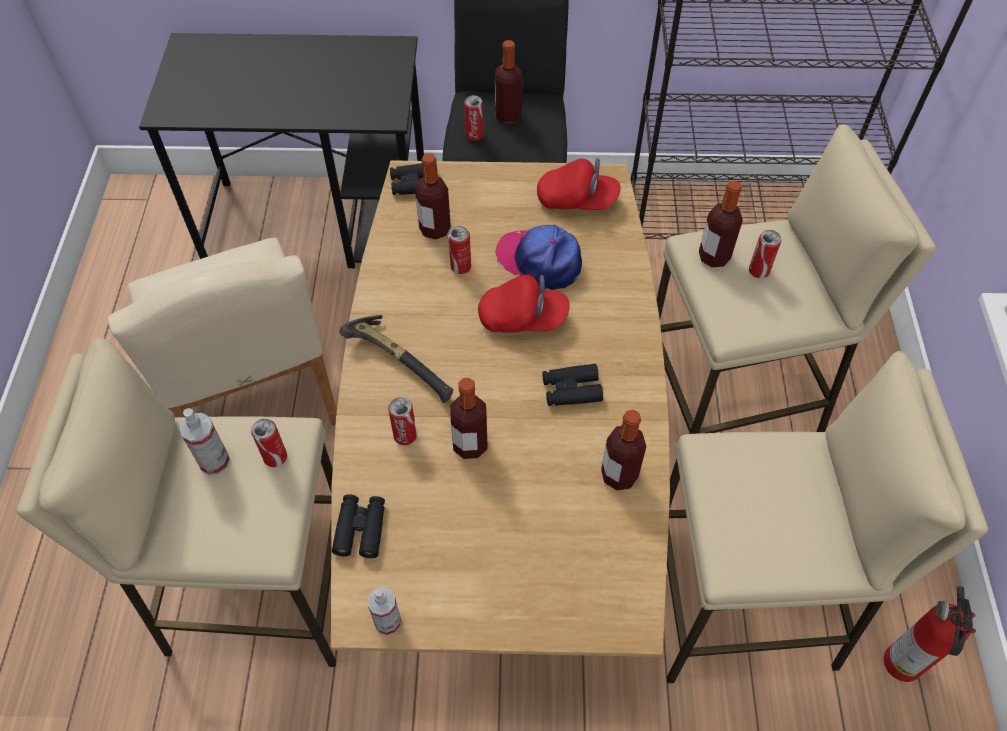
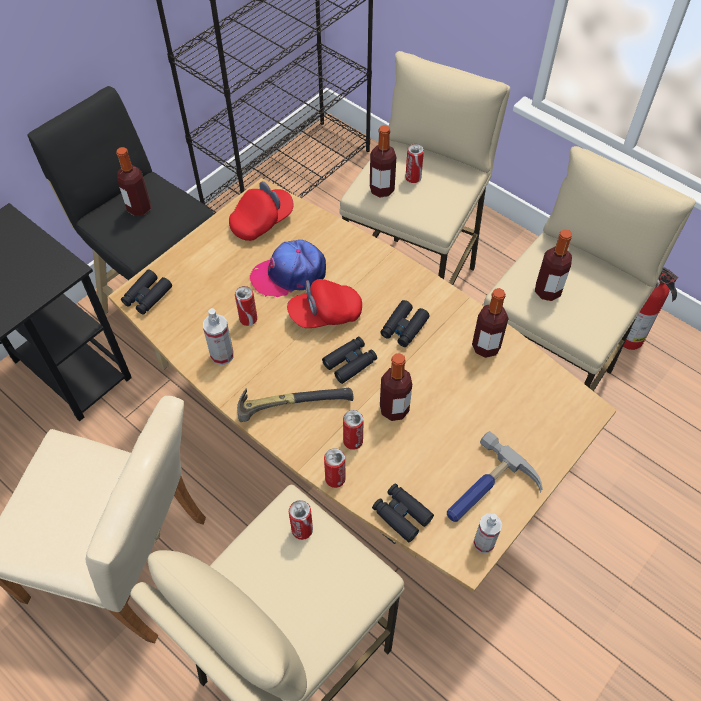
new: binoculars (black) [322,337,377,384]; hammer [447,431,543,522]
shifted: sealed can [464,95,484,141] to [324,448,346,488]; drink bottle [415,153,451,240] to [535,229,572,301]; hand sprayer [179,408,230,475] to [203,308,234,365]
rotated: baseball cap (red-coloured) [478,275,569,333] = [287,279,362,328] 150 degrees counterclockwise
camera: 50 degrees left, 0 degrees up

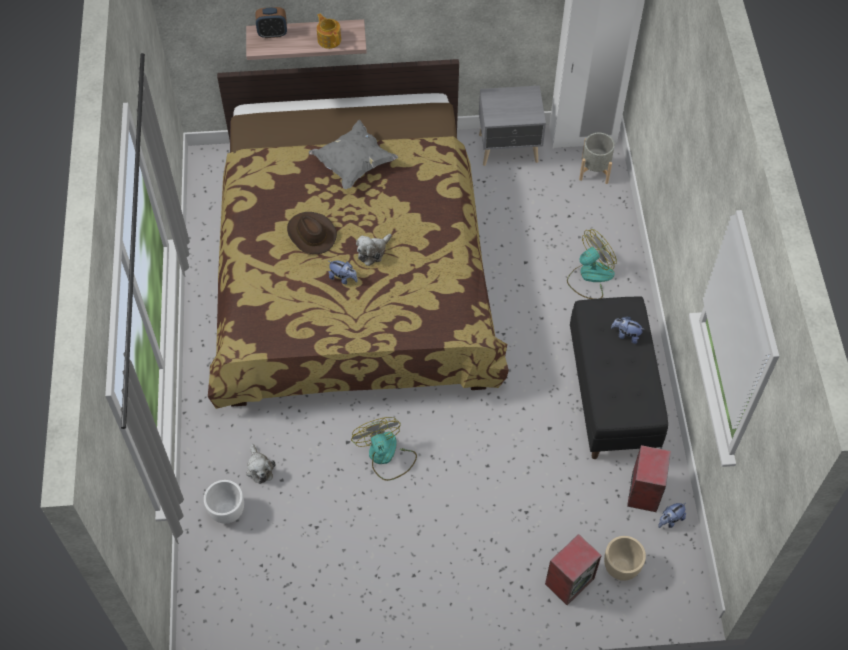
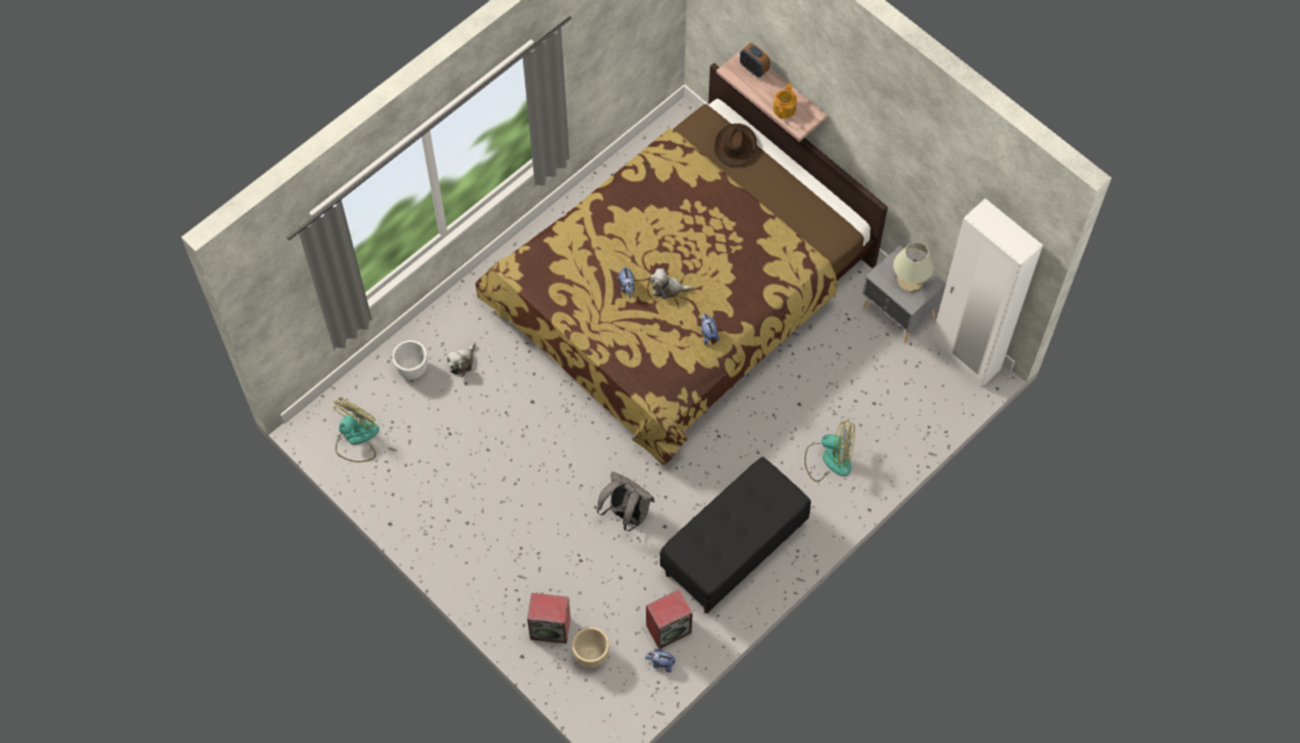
gone: throw pillow (greyish) [309,120,398,189]; plant pot (greyish) [579,133,615,184]
new: lamp for a table (beige) [893,242,934,291]; backpack (greyish) [597,472,655,531]
shifted: wearable hat (brown) [287,212,337,254] to [714,123,757,167]; cuddly toy [611,316,645,344] to [701,314,720,345]; cooling fan [351,417,417,481] to [333,398,379,462]
camera: 50 degrees right, 5 degrees up

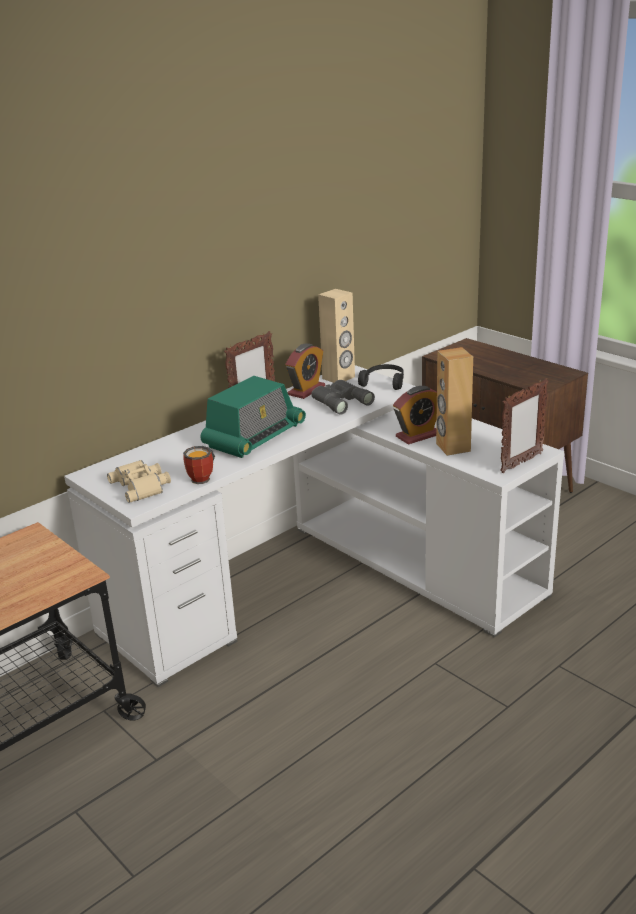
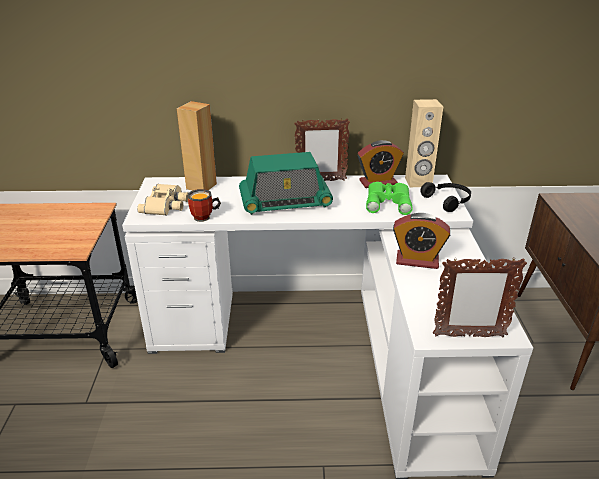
shifted: speaker (brown) [436,347,473,456] to [177,101,217,191]
repainted: binoculars (greyish) [311,380,375,415] to binoculars (green) [366,182,412,215]
camera: 40 degrees right, 5 degrees up

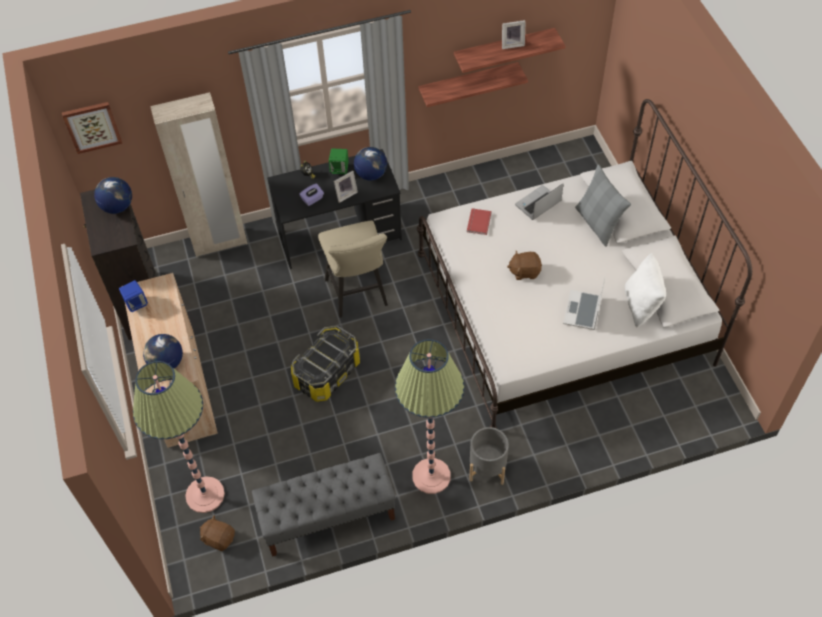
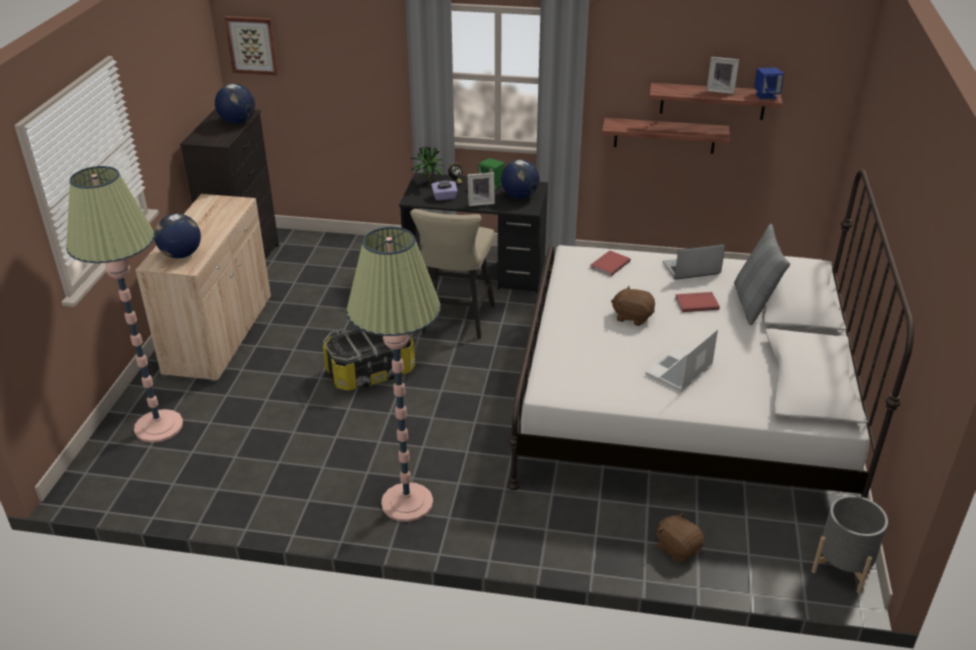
gone: wardrobe (beige) [150,92,248,257]; throw pillow (white) [625,253,666,327]; long seat (greyish) [252,453,396,557]
new: potted plant [411,146,444,183]; volume (red-coloured) [675,292,720,312]
shifted: speaker (blue) [119,280,148,312] to [754,68,784,99]; plant pot (greyish) [469,427,509,485] to [812,495,888,593]; cuddly toy (brown) [200,515,235,551] to [657,512,704,562]
camera: 25 degrees right, 20 degrees down

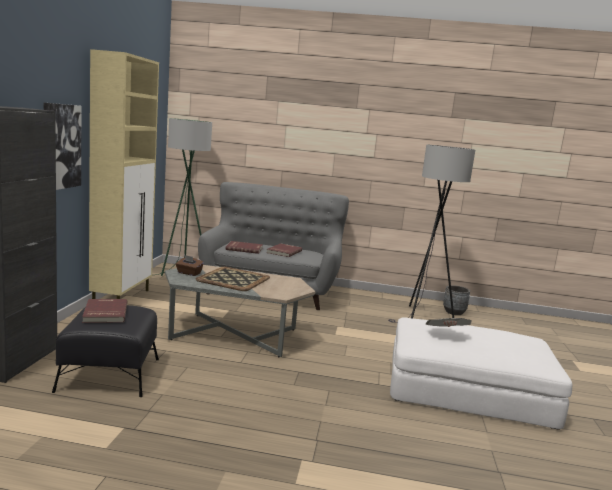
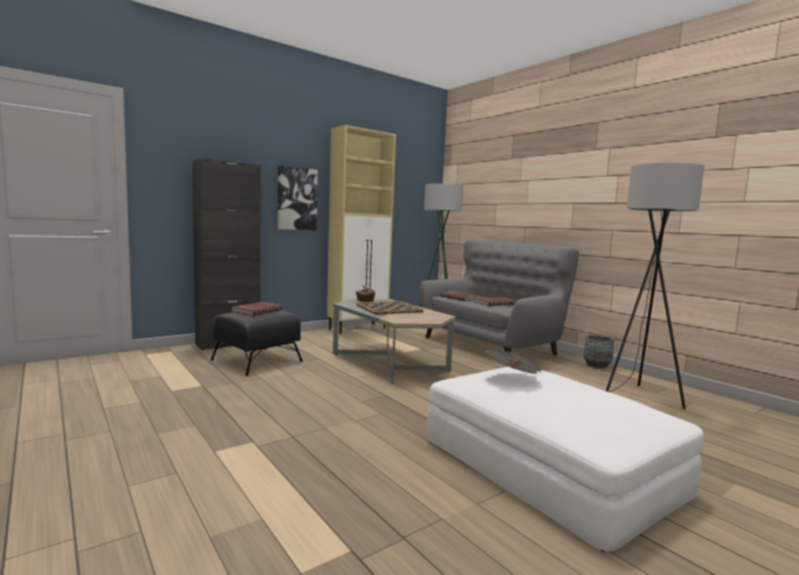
shifted: plant pot (greyish) [443,285,470,315] to [584,335,615,368]
camera: 45 degrees right, 5 degrees down

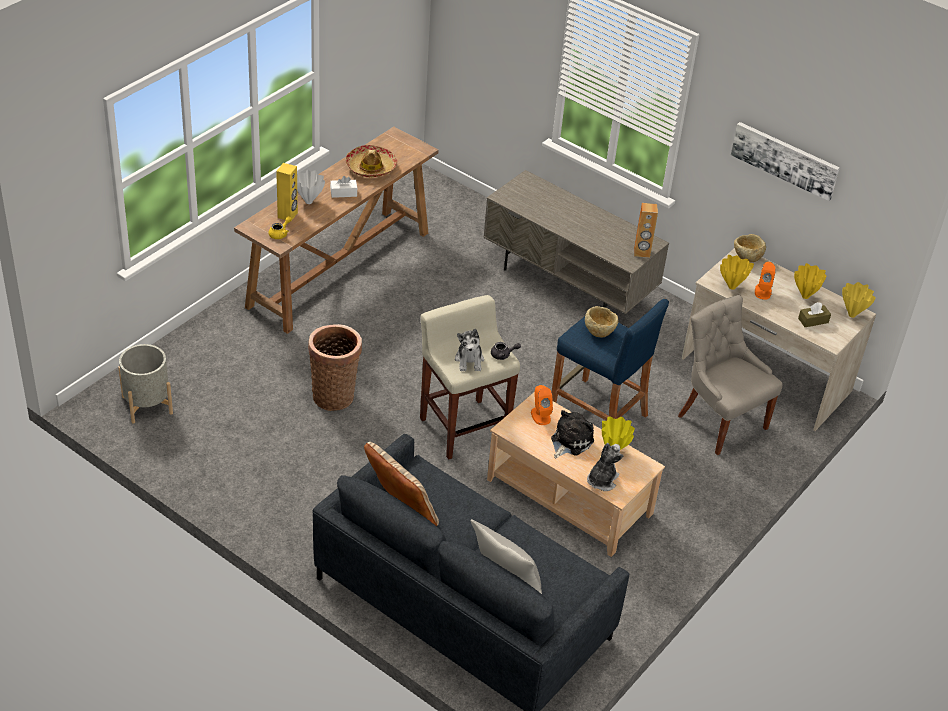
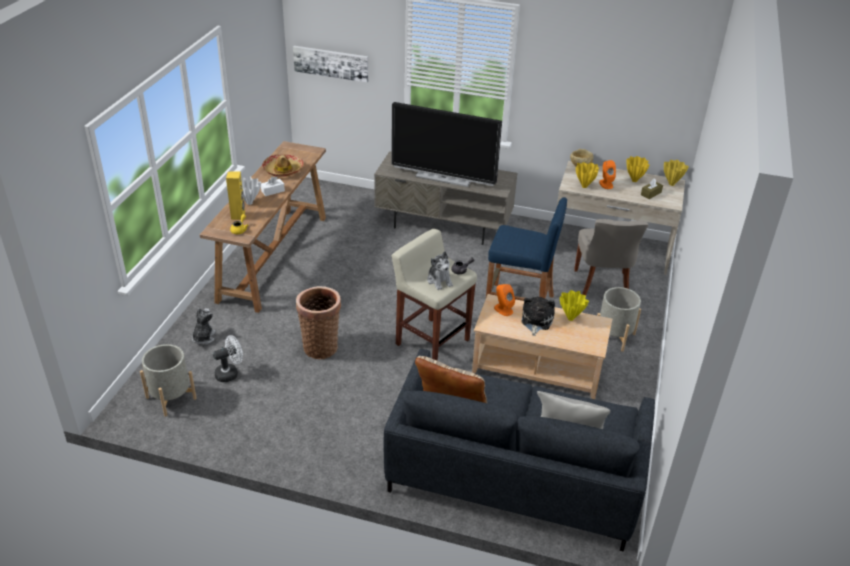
gone: speaker (brown) [634,203,658,258]; serving bowl (beige) [585,306,618,338]
new: TV set [391,102,502,187]; plant pot (greyish) [597,287,641,352]; cooling fan (white) [213,335,243,382]
shifted: picture [731,122,840,201] to [293,46,368,83]; cuddly toy [587,443,624,491] to [192,308,216,344]
rotated: chair (greyish) [678,295,783,455] = [574,219,648,295] 120 degrees counterclockwise
camera: 20 degrees left, 5 degrees down

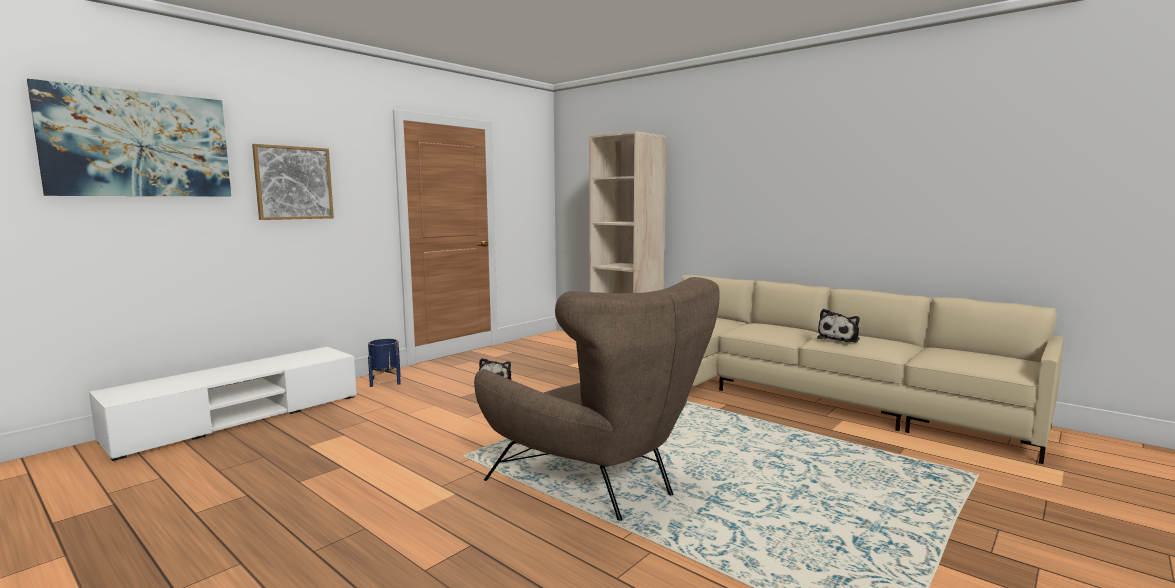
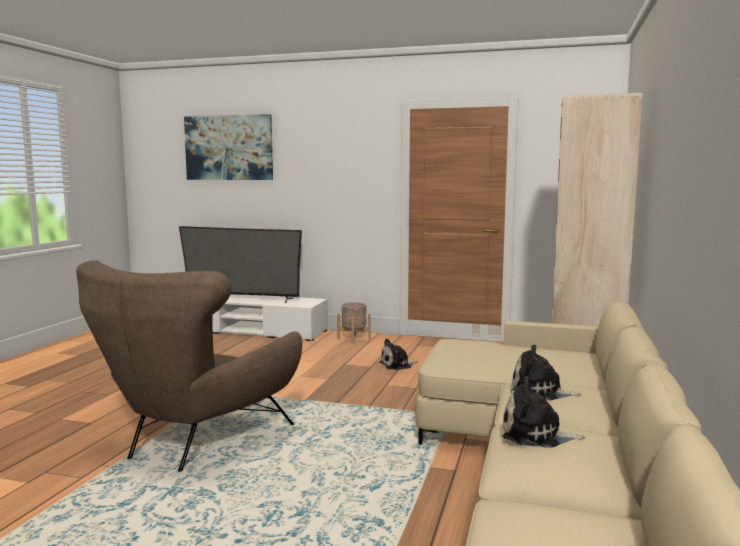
gone: picture [252,144,334,220]
new: TV set [179,226,302,303]; cuddly toy [511,345,582,400]
repainted: plant pot (blue) [368,339,401,387] to plant pot (beige) [337,302,371,344]
camera: 65 degrees right, 0 degrees up

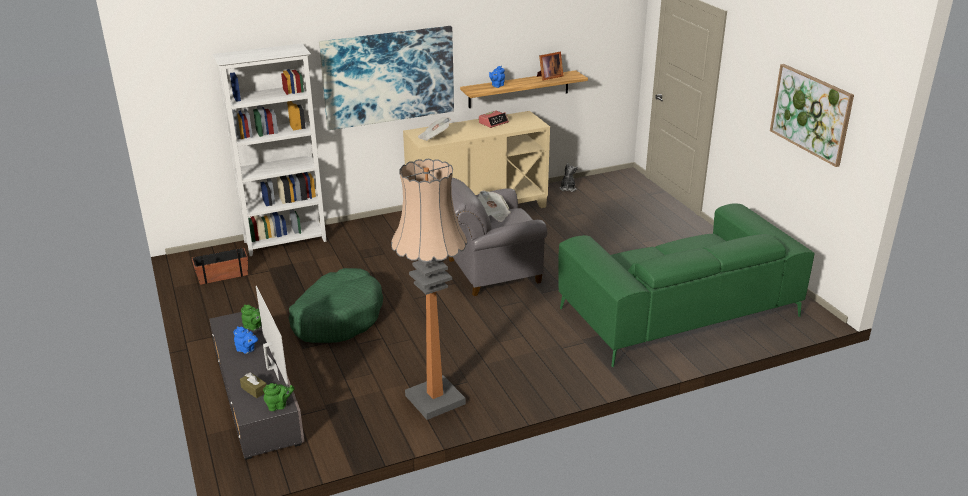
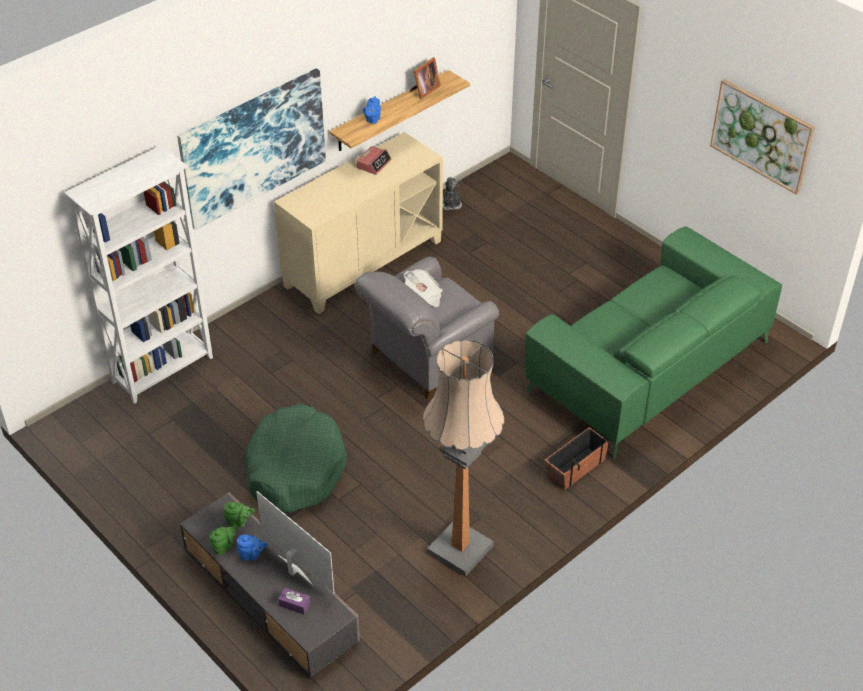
gone: daily paper [418,117,451,141]
shifted: plant pot [192,248,248,285] to [544,427,610,490]; tea pot (green) [263,383,294,411] to [209,525,238,555]
repainted: tissue box (brown) [240,373,267,398] to tissue box (purple-coloured) [278,588,311,614]
camera: 20 degrees left, 15 degrees up

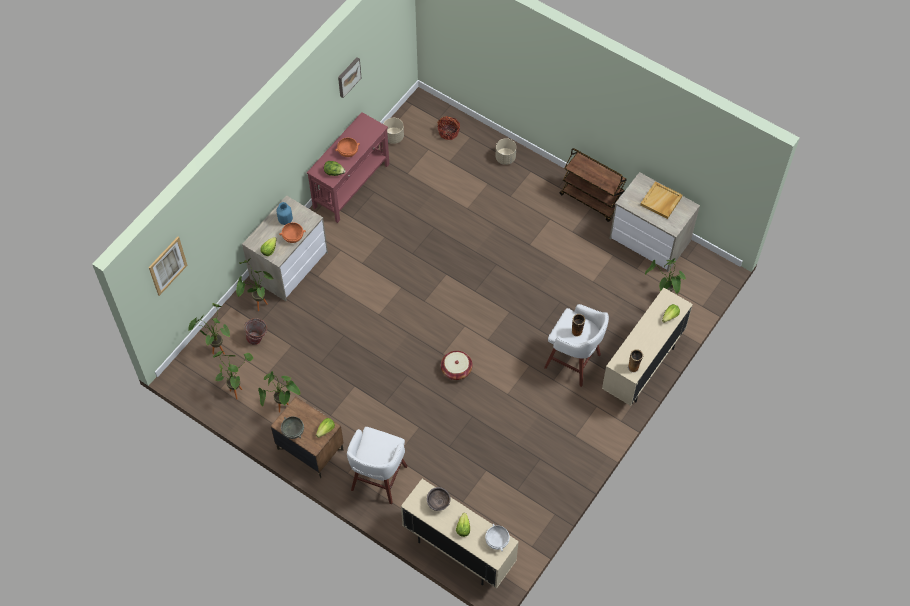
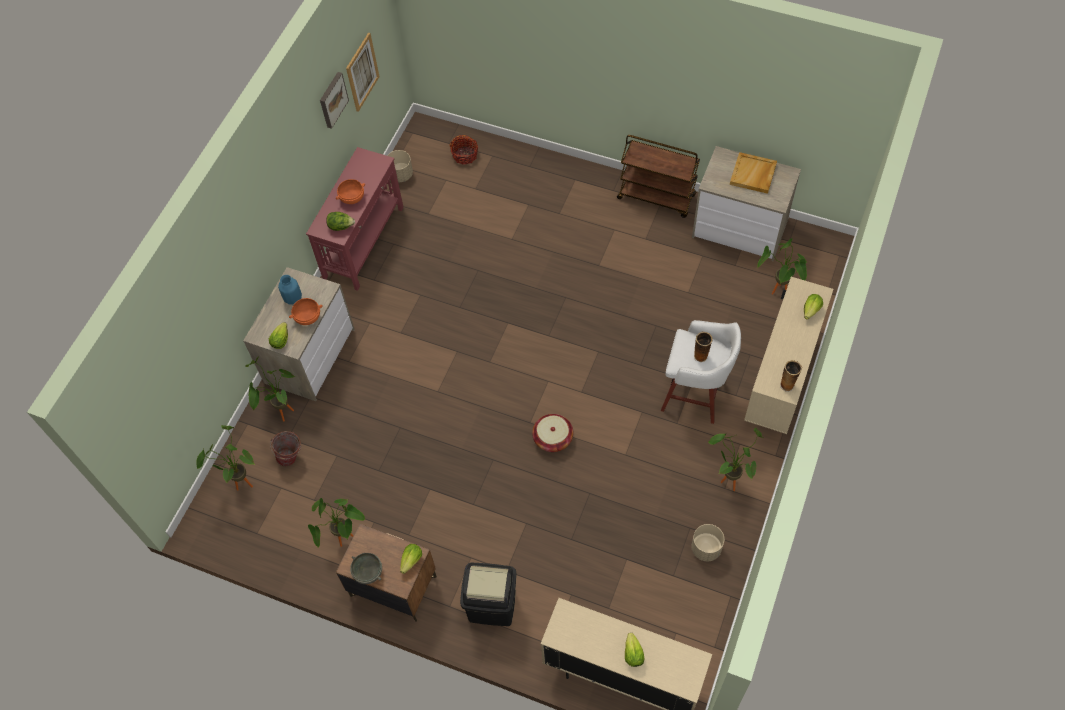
gone: serving bowl (brown) [427,487,451,511]; serving bowl (white) [485,524,510,551]
shifted: plant pot (beige) [496,138,516,165] to [692,524,724,561]; picture [149,237,188,296] to [346,32,380,112]; potted plant [213,351,254,399] to [708,428,763,491]
swapped: sitting stool (white) [347,427,407,504] to rubbish bin (black) [460,563,517,626]
camera: 10 degrees left, 0 degrees up

